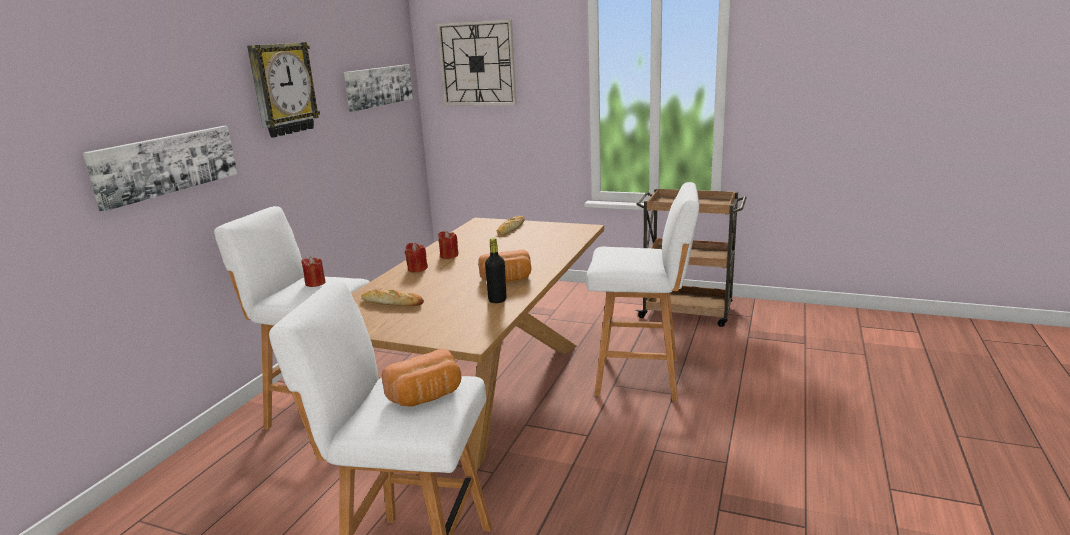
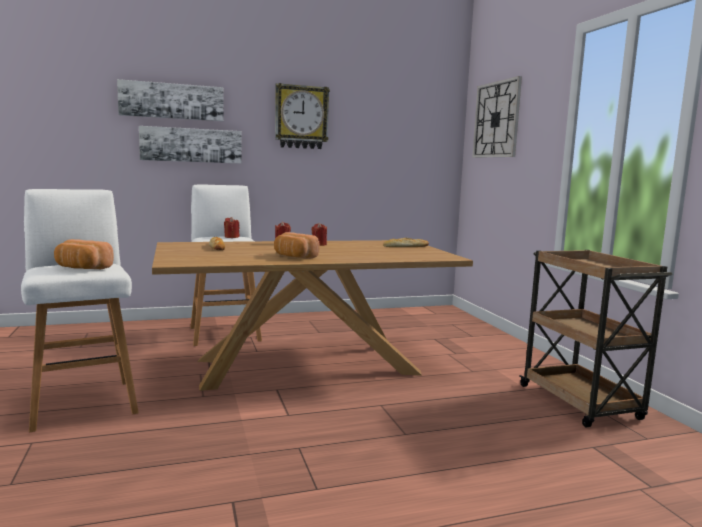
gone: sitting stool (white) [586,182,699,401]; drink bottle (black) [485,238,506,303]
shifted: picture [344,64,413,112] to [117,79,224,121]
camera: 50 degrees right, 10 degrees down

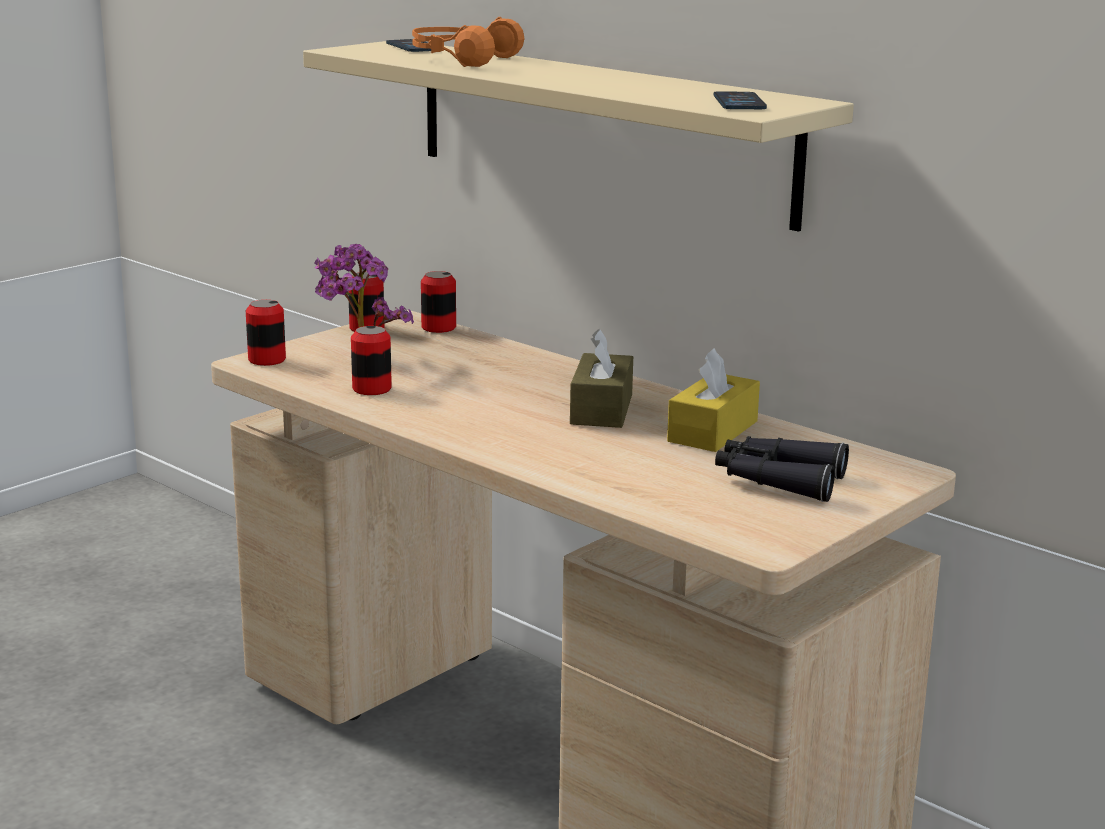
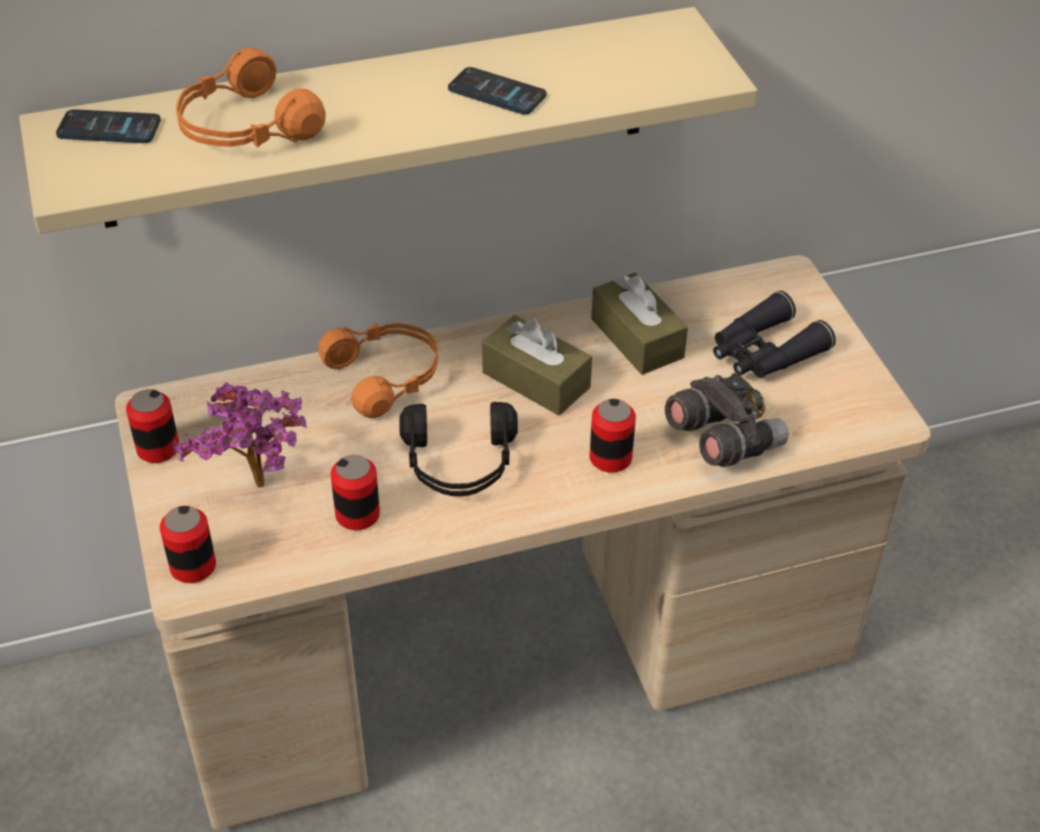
new: headset (orange-coloured) [318,323,438,418]; binoculars (greyish) [665,372,789,467]; headset (black) [399,402,518,496]
shifted: phone [714,91,767,109] to [448,67,547,115]; sealed can [421,271,456,333] to [590,399,636,473]
repainted: tissue box (yellowish) [667,348,760,452] to tissue box (brown) [591,273,688,375]
camera: 60 degrees left, 25 degrees up

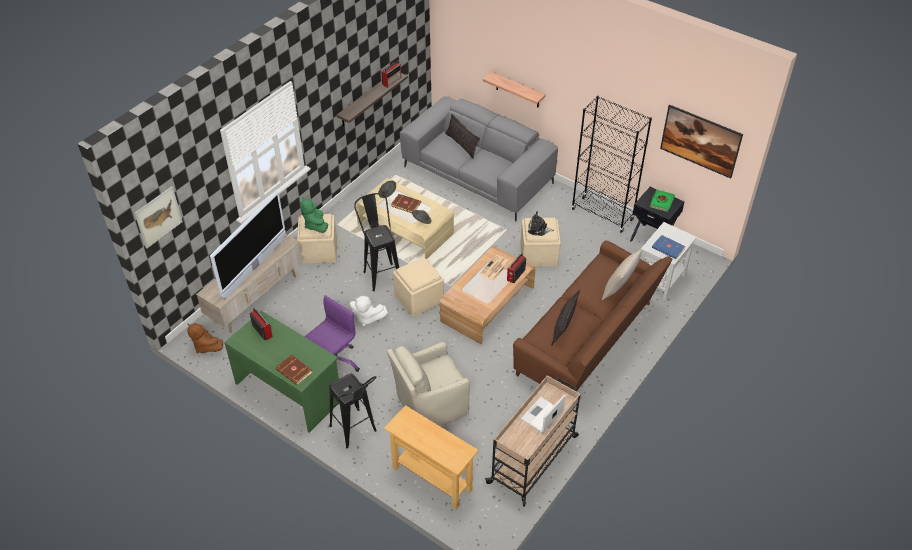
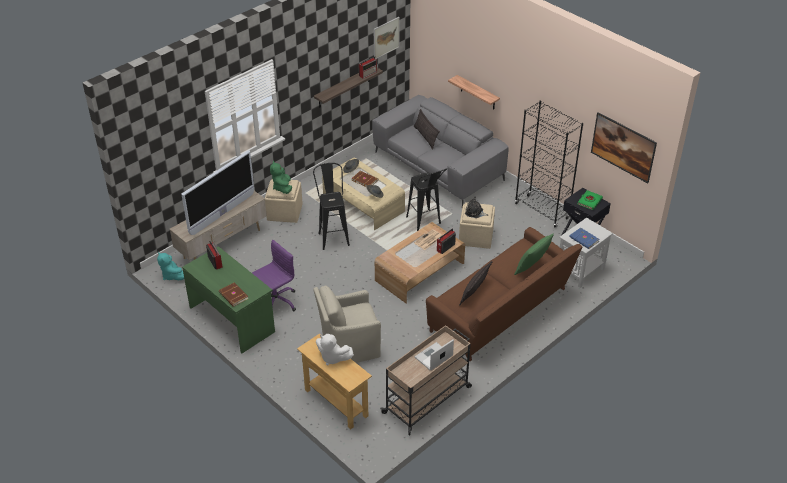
gone: footrest (beige) [393,257,444,317]
shifted: picture [134,186,183,249] to [374,17,400,59]; cuddly toy (white) [349,296,388,326] to [316,334,354,366]; sitting stool (black) [329,374,377,448] to [406,168,447,231]
repainted: throw pillow (beige) [602,249,642,300] to throw pillow (green) [514,233,554,275]; cuddly toy (brown) [187,323,223,353] to cuddly toy (blue-green) [157,252,184,280]
camera: 10 degrees right, 5 degrees down

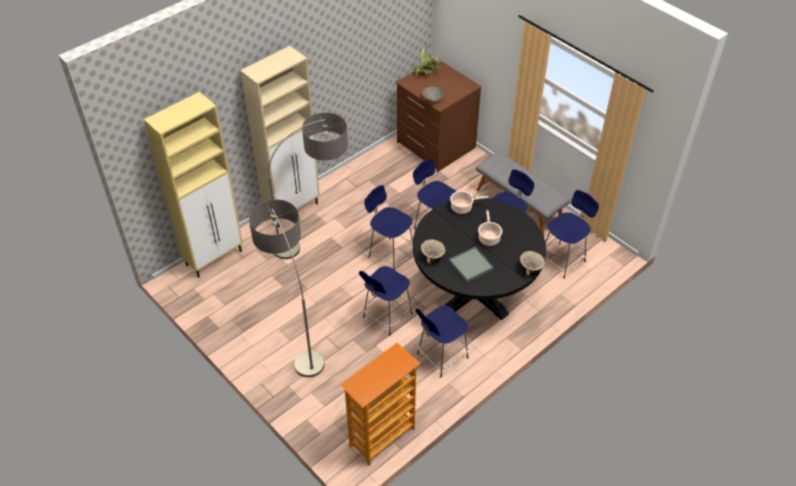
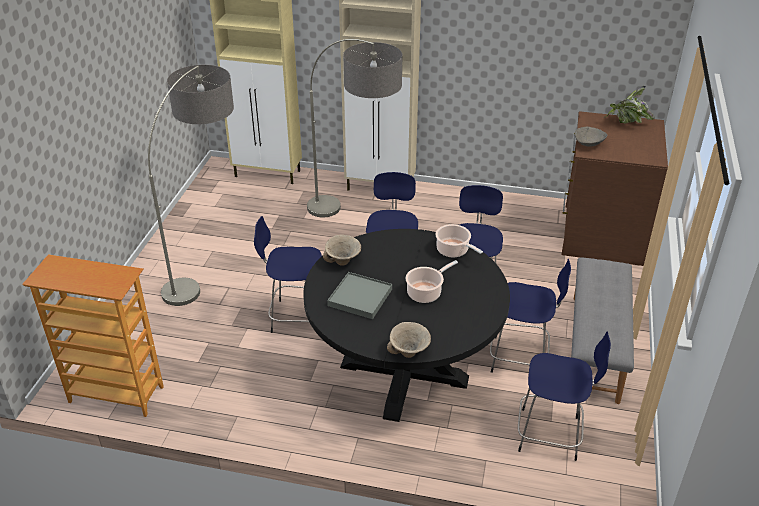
gone: sitting stool (blue) [416,306,468,378]
camera: 55 degrees right, 10 degrees down

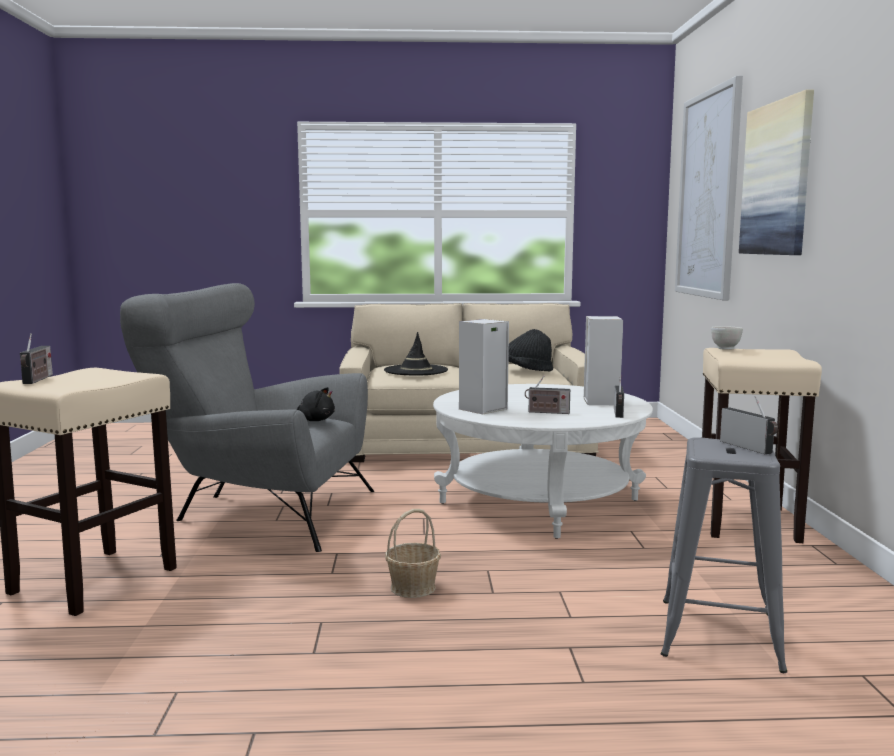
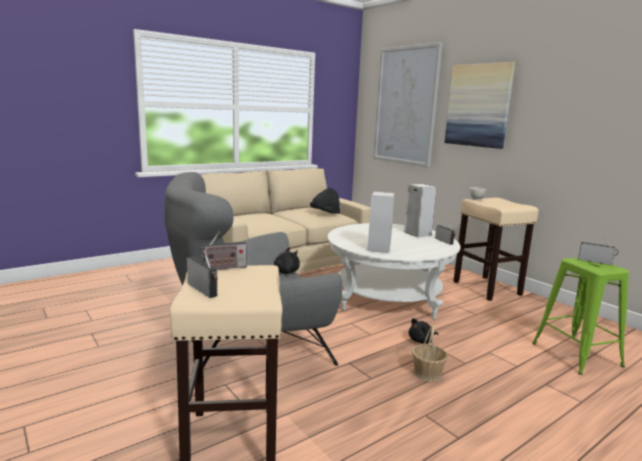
gone: wearable hat (black) [384,332,448,375]
new: cuddly toy (black) [409,318,438,344]
shifted: radio set [525,376,570,414] to [199,231,247,270]
repainted: sitting stool (greyish) [661,437,787,673] to sitting stool (green) [532,258,629,375]
camera: 35 degrees left, 5 degrees up

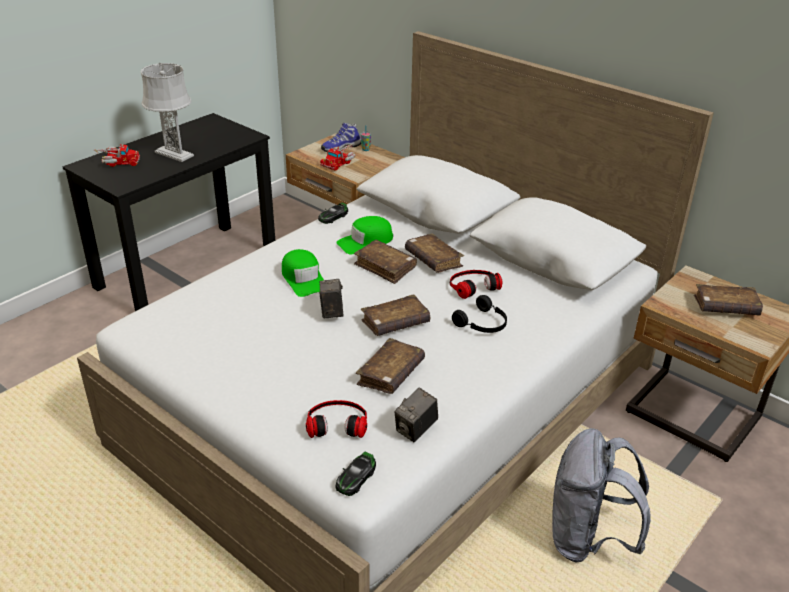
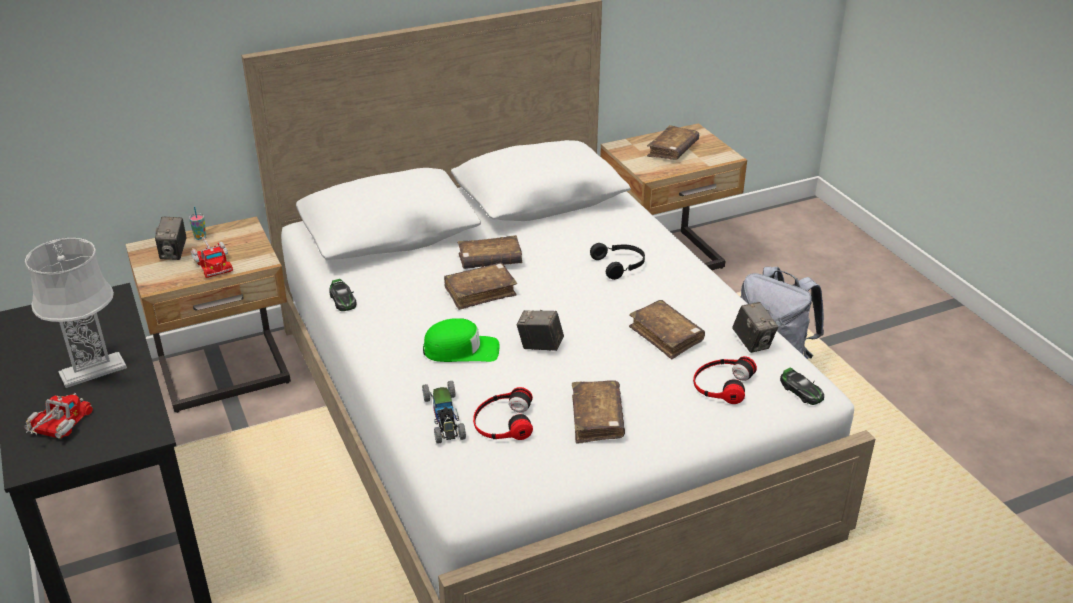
gone: baseball cap (green) [336,216,393,254]
new: toy car [422,381,466,444]
shifted: headset [450,270,502,299] to [473,387,533,440]; volume (brown) [361,294,430,336] to [572,380,625,444]
swapped: shoe [321,123,361,152] to still camera [155,217,187,260]
camera: 65 degrees left, 0 degrees up

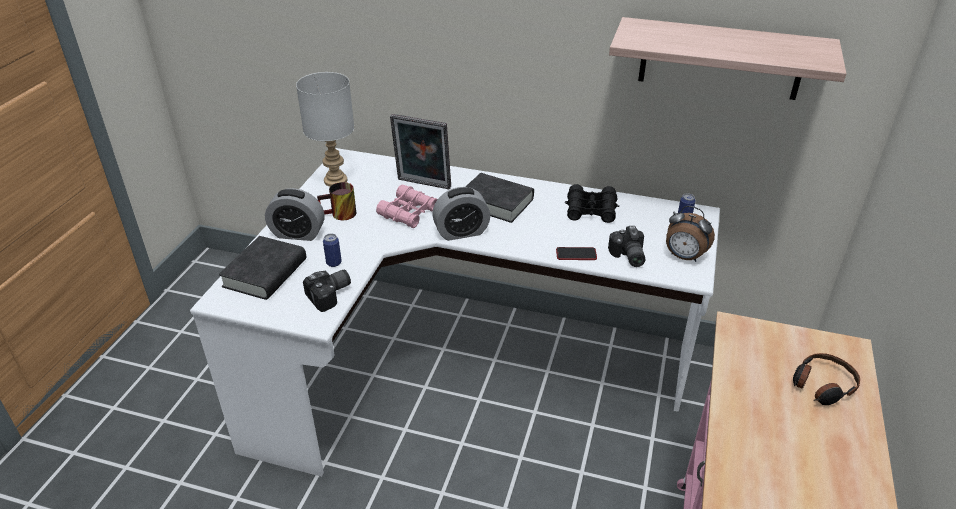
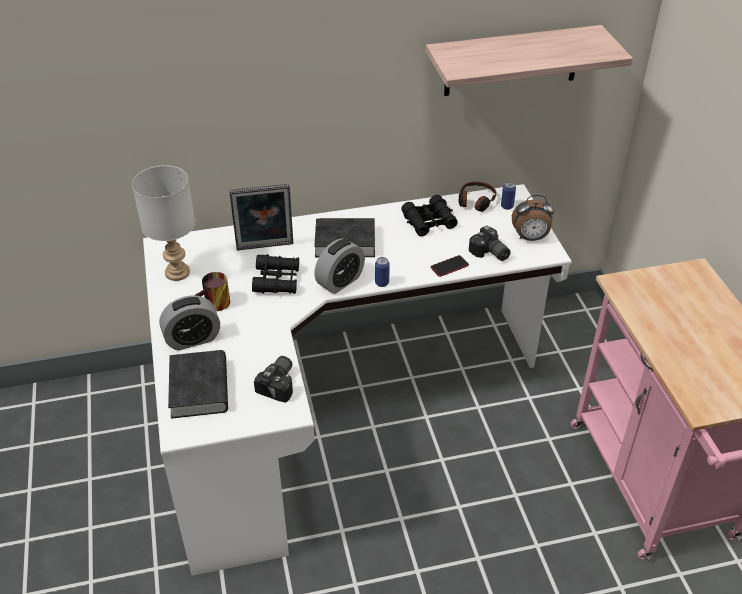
shifted: sealed can [323,234,342,267] to [375,257,390,287]; headset [793,353,860,405] to [459,182,496,212]
repainted: binoculars (pink) [376,185,438,228] to binoculars (black) [252,254,299,294]
camera: 30 degrees left, 5 degrees up

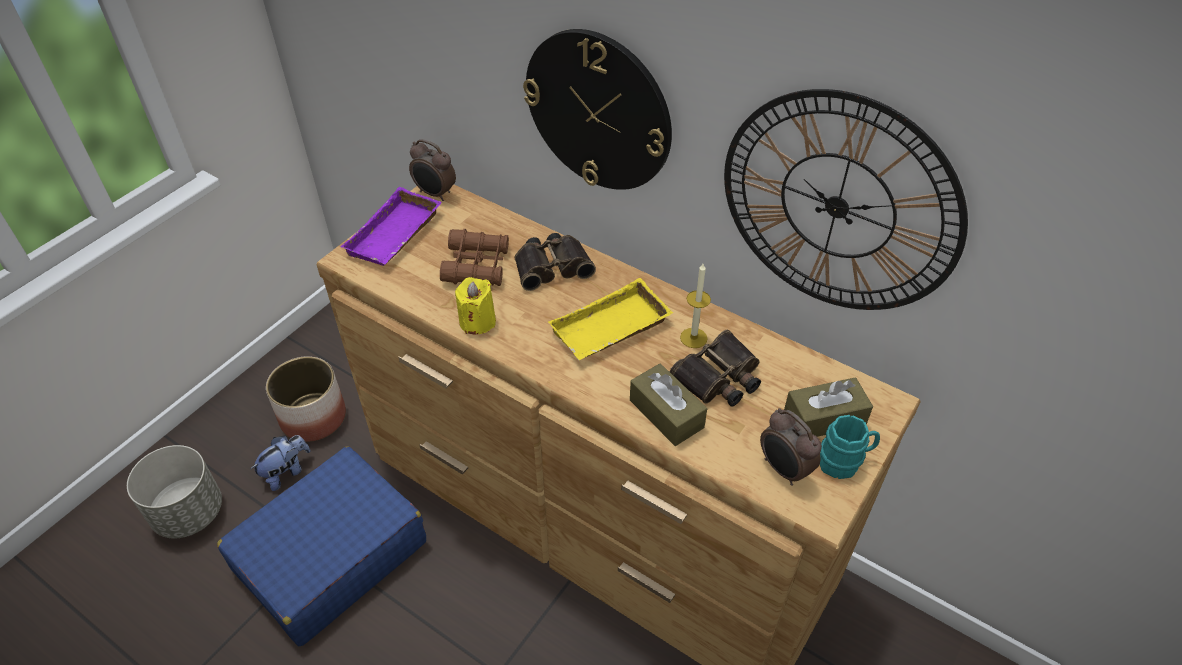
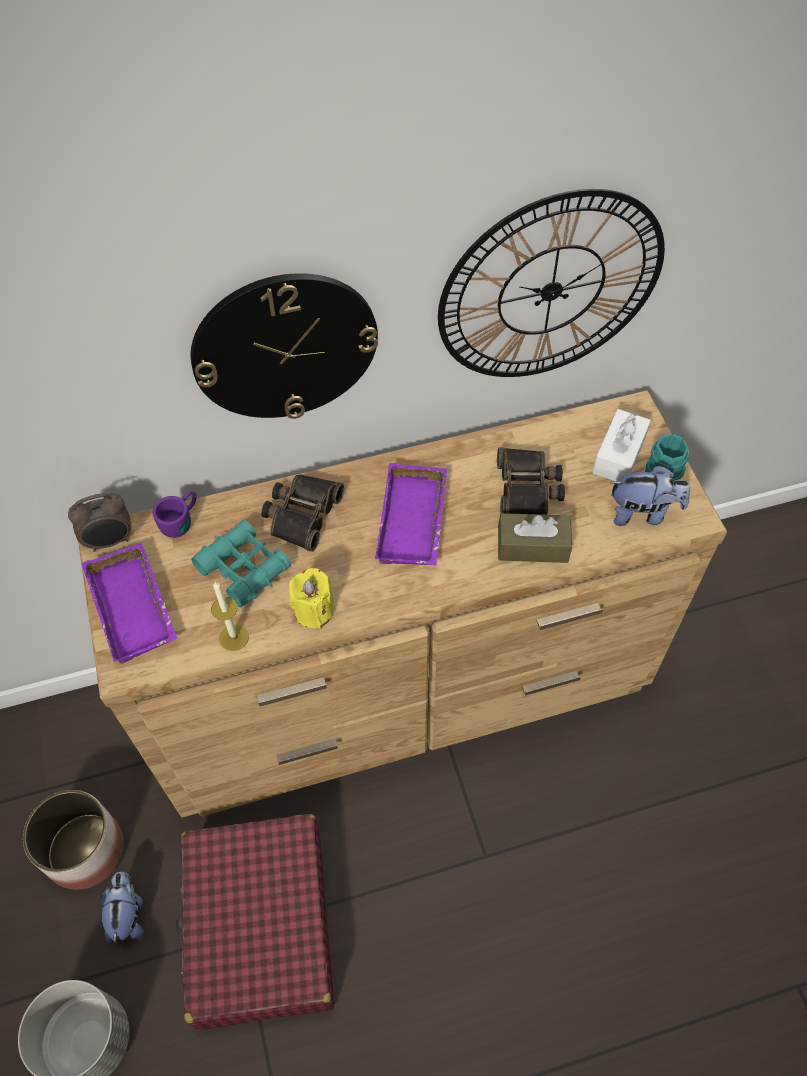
new: mug (purple-coloured) [153,491,197,538]
shifted: wax candle [680,264,711,348] to [211,581,249,651]
swapped: bedside clock [760,408,822,486] to cuddly toy [610,465,690,526]
repainted: binoculars (brown) [440,229,509,286] to binoculars (blue-green) [191,520,291,608]; serving tray (yellowish) [548,278,673,360] to serving tray (purple-coloured) [375,463,447,566]; tissue box (brown) [784,378,873,437] to tissue box (white) [592,409,651,482]; travel case (blue) [217,446,426,646] to travel case (red-coloured) [176,814,334,1030]
camera: 50 degrees left, 10 degrees up

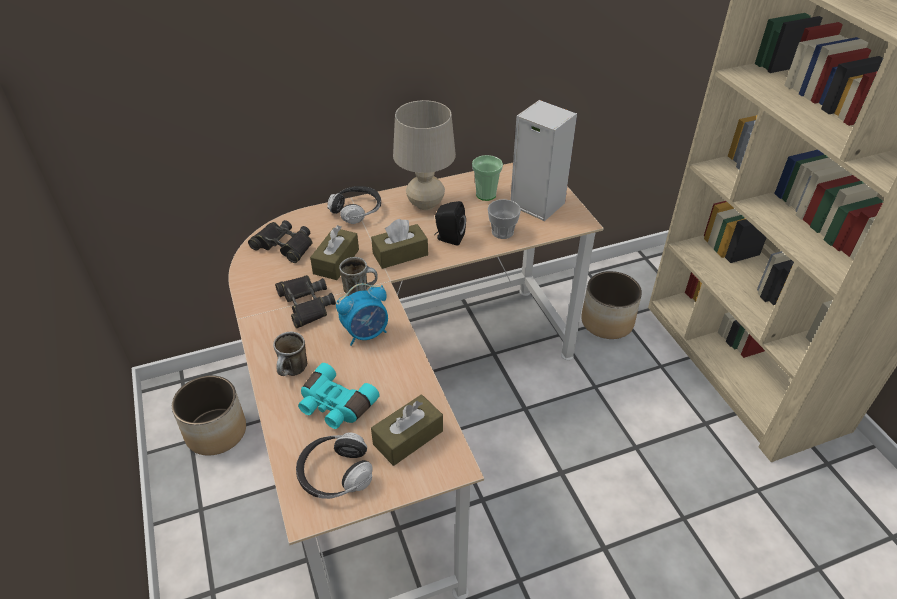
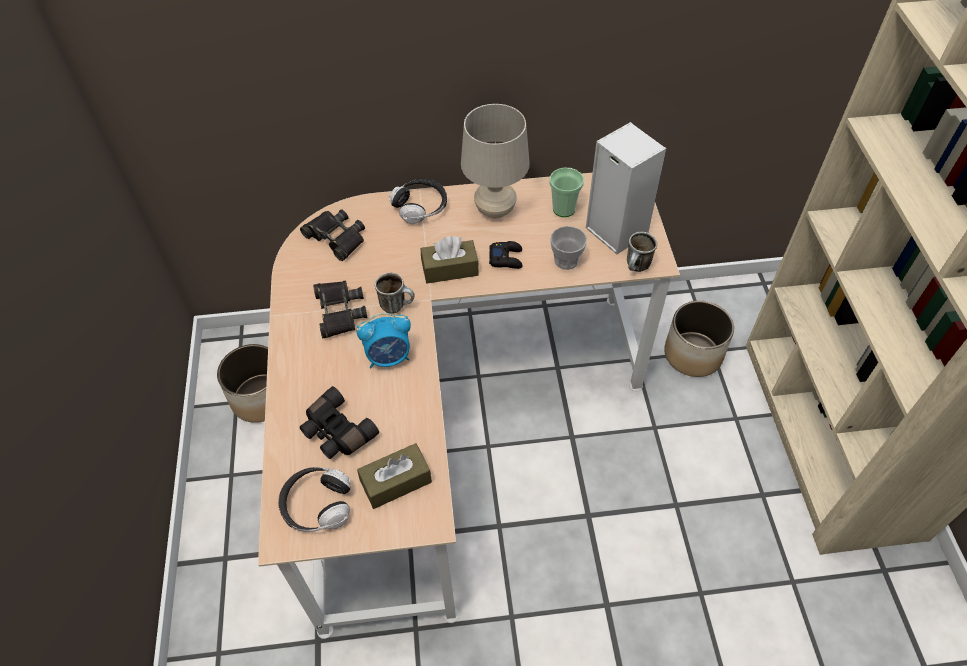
gone: tissue box (brown) [310,225,359,280]
shifted: mug [273,332,308,376] to [627,232,657,272]
swapped: speaker (black) [434,201,466,246] to gamepad (black) [489,241,523,269]
repainted: binoculars (blue-green) [298,363,380,429] to binoculars (black) [300,386,379,459]
camera: 15 degrees right, 10 degrees up

